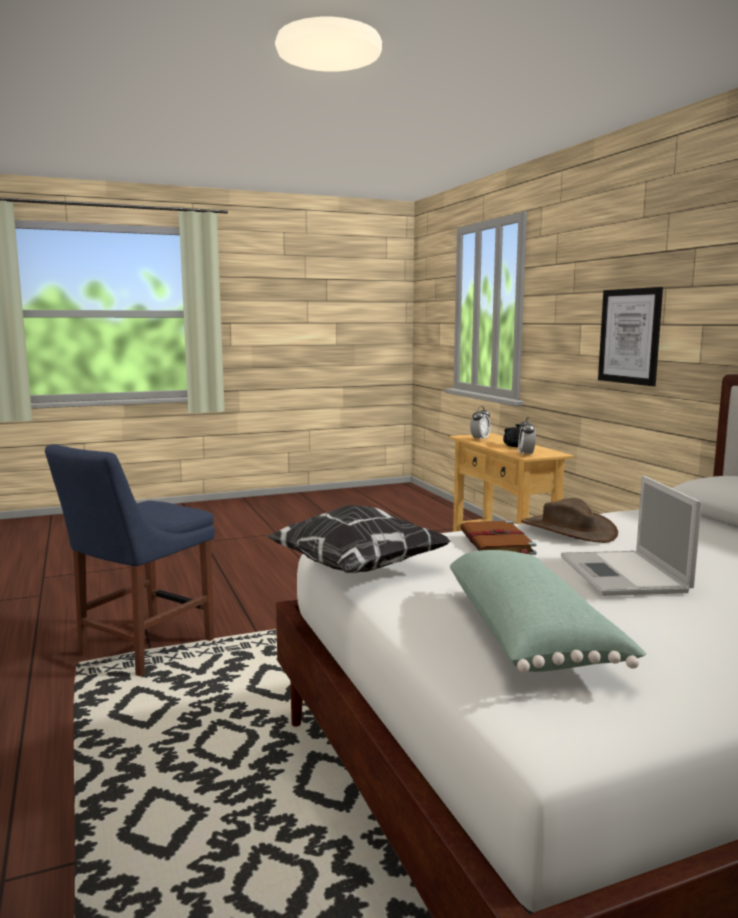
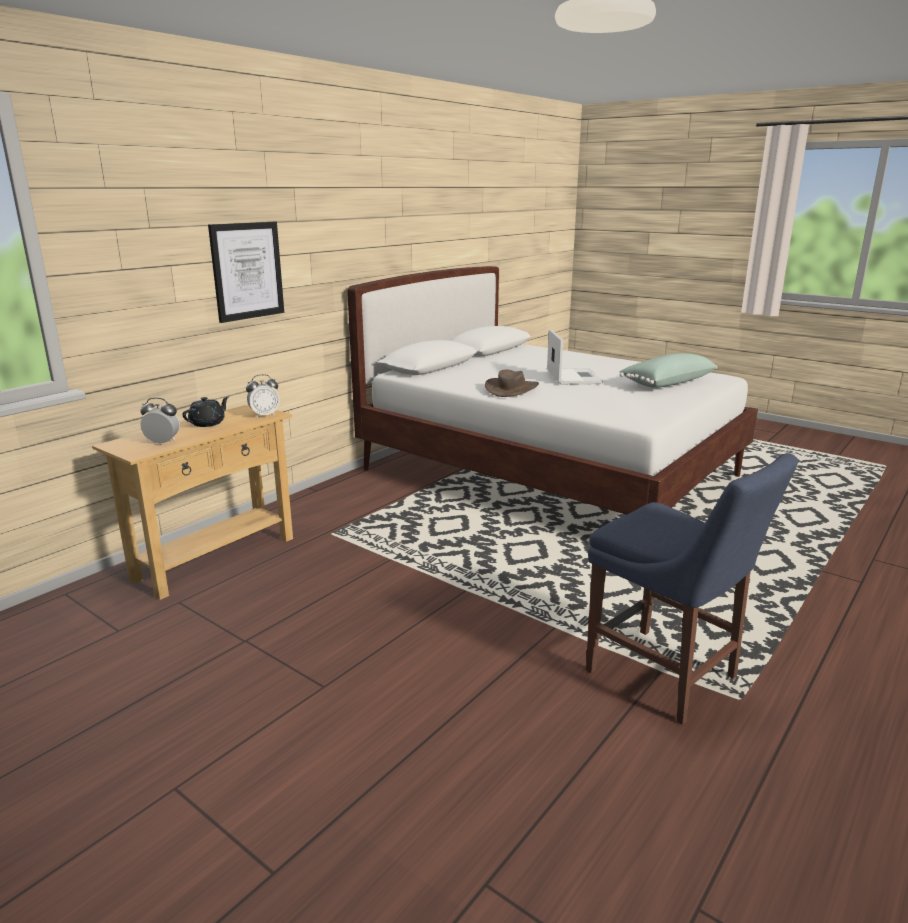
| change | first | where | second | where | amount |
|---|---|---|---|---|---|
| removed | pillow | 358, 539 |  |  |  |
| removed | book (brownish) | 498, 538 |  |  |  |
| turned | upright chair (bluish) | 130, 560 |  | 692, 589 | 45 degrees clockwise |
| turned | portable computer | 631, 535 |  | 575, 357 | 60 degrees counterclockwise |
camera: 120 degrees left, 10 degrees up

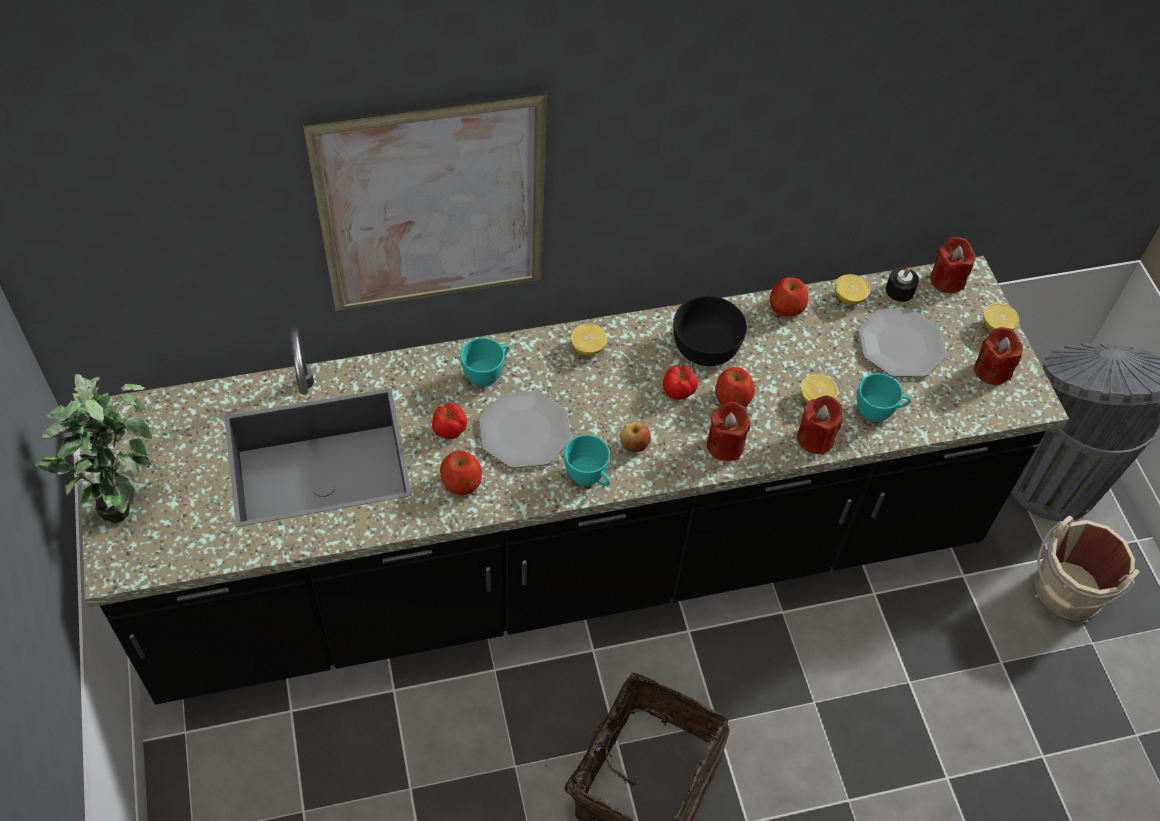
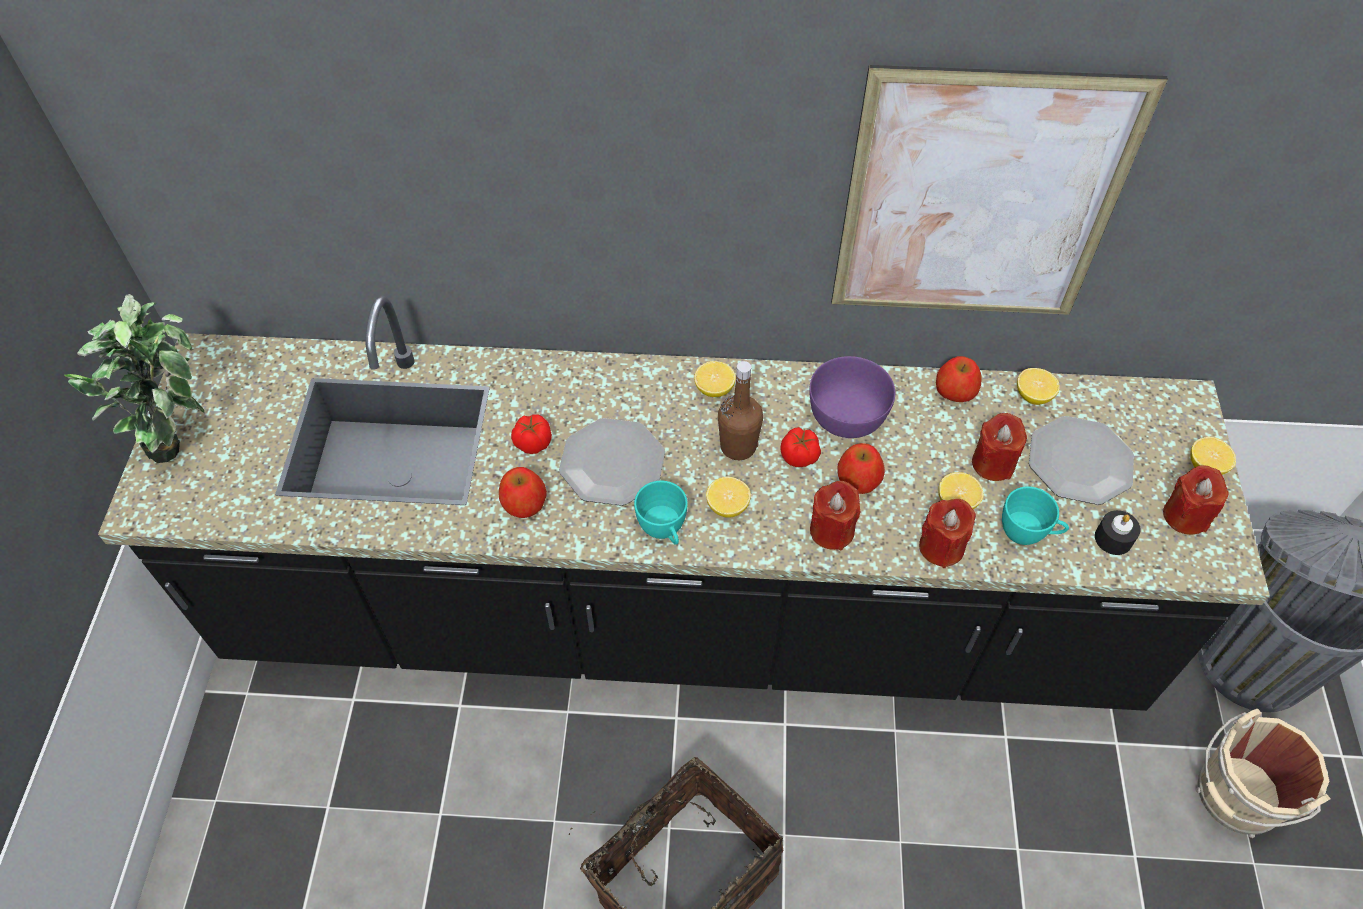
| change | first | where | second | where | amount |
|---|---|---|---|---|---|
| removed | cup (turquoise-coloured) | 484, 362 |  |  |  |
| added |  |  | beverage bottle (brownish) | 740, 410 |  |
| moved | wall picture | 425, 201 |  | 999, 190 |  |
| moved | wax candle (blackish) | 902, 284 |  | 1118, 532 |  |
| moved | wax candle (red) | 952, 265 |  | 999, 447 |  |
| replaced | apple | 635, 437 | lemon | 728, 497 |  |
| recoloured | deep dish (blackish) | 710, 331 | deep dish (purple) | 852, 397 |  |
camera: 20 degrees right, 0 degrees up

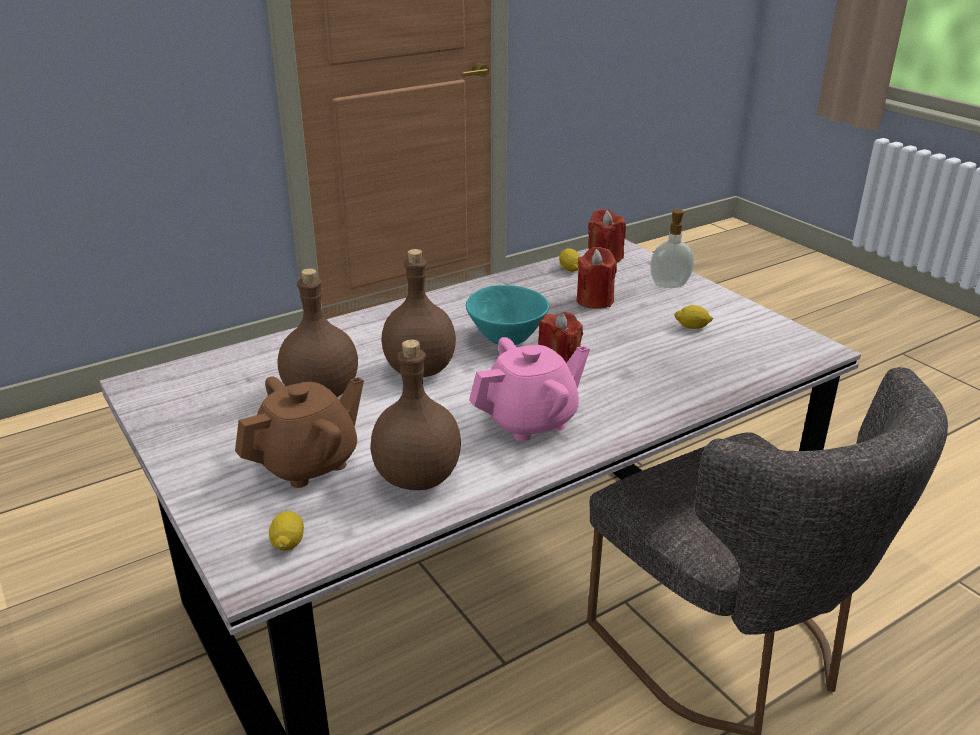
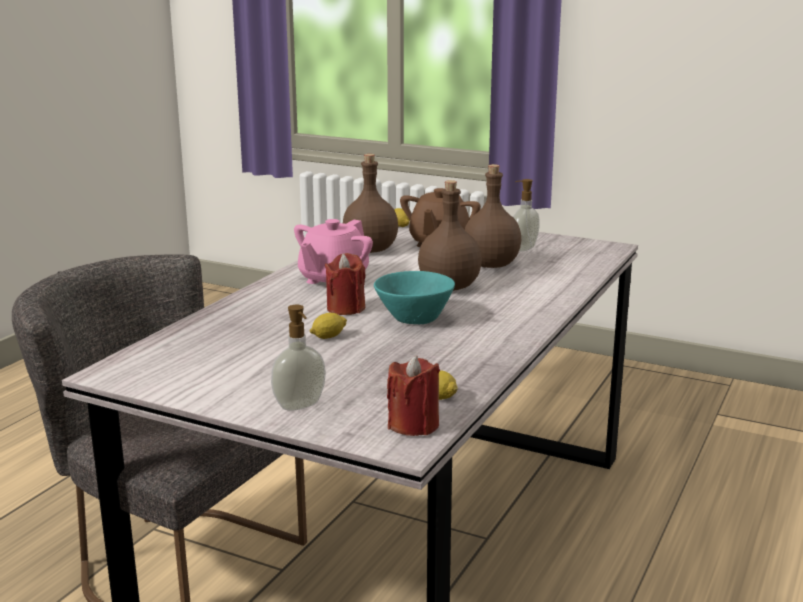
| change | first | where | second | where | amount |
|---|---|---|---|---|---|
| removed | wax candle (red) | 597, 278 |  |  |  |
| added |  |  | liquid soap bottle | 526, 215 |  |
| moved | lemon | 693, 317 |  | 328, 326 |  |
camera: 150 degrees right, 10 degrees down

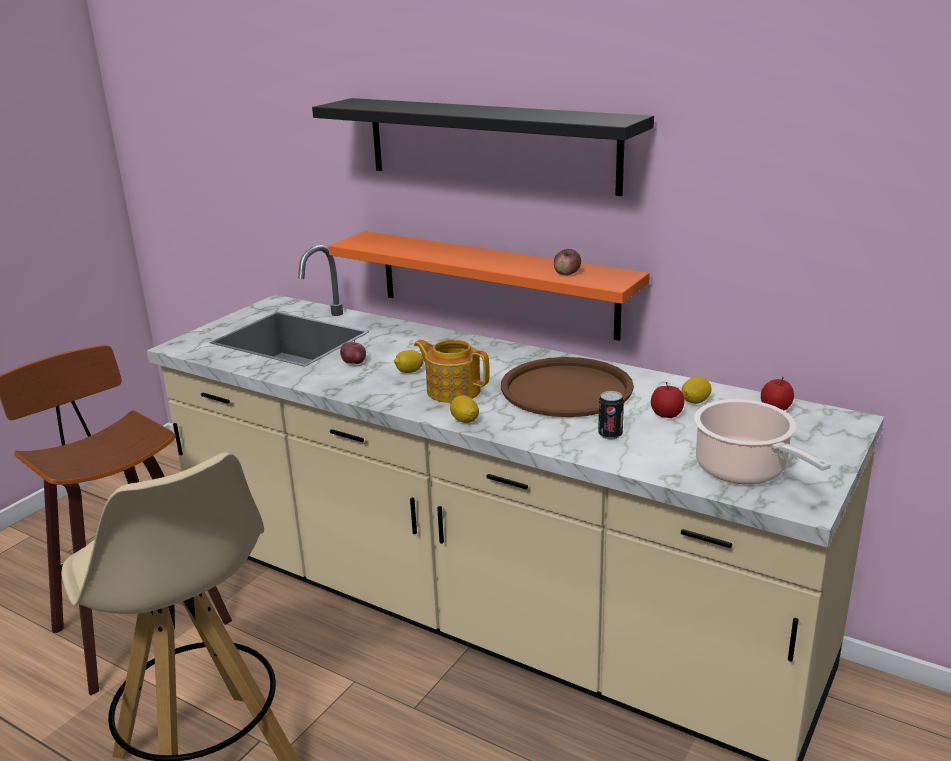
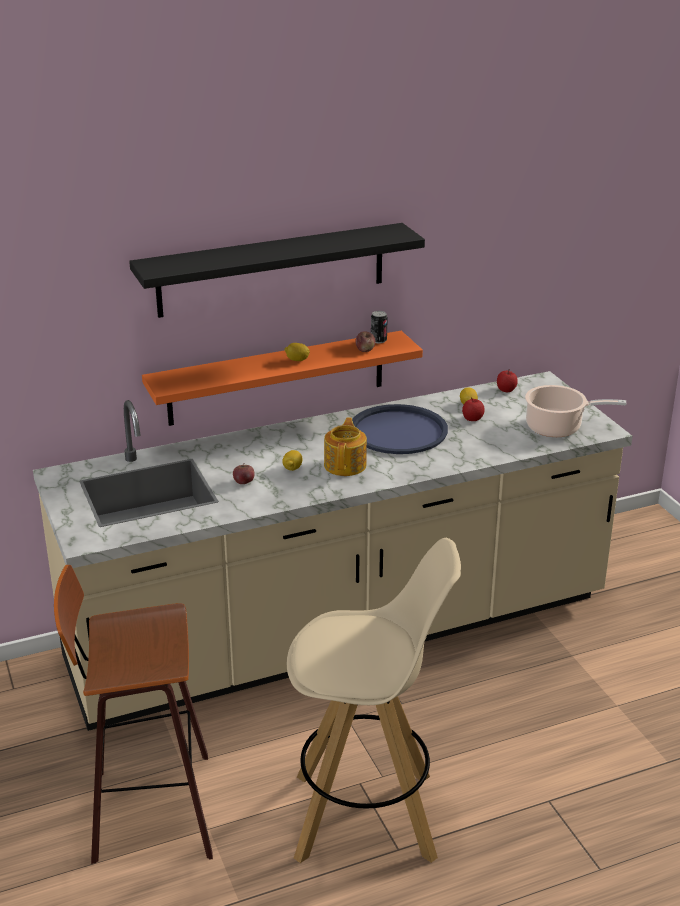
| change | first | where | second | where | amount |
|---|---|---|---|---|---|
| moved | lemon | 464, 409 |  | 297, 352 |  |
| moved | sealed can | 611, 415 |  | 379, 327 |  |
| recoloured | tray (brownish) | 567, 387 | tray (bluish) | 400, 429 |  |
| turned | tea pot | 452, 371 |  | 345, 446 | 120 degrees clockwise |
camera: 55 degrees left, 5 degrees up

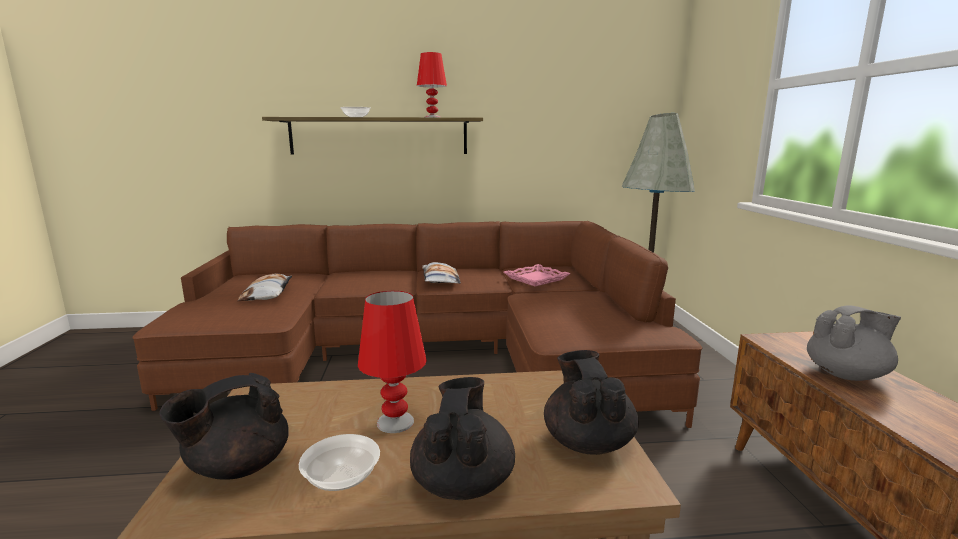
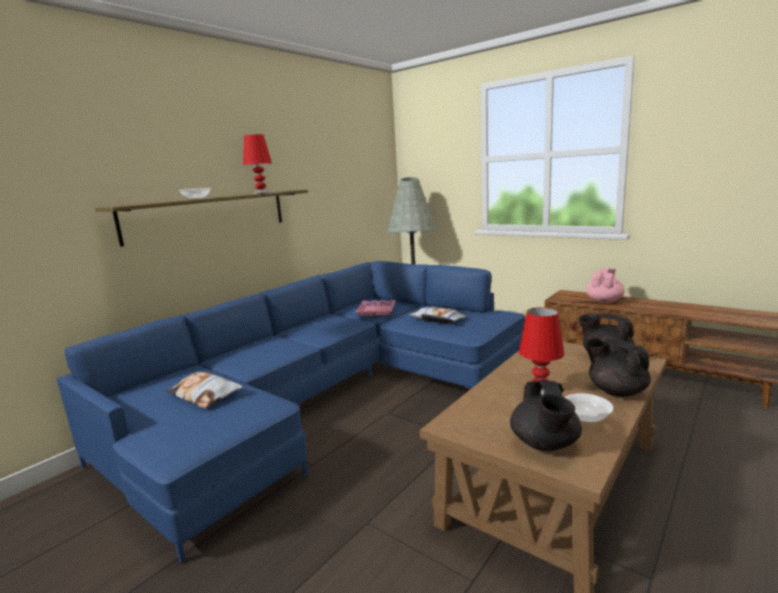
| change | first | where | second | where | amount |
|---|---|---|---|---|---|
| moved | pillow | 442, 273 |  | 438, 315 |  |
| recoloured | sofa (brownish) | 417, 324 | sofa (bluish) | 291, 412 |  |
| recoloured | tea pot (gray) | 854, 343 | tea pot (pinkish) | 605, 285 |  |
camera: 45 degrees left, 0 degrees up

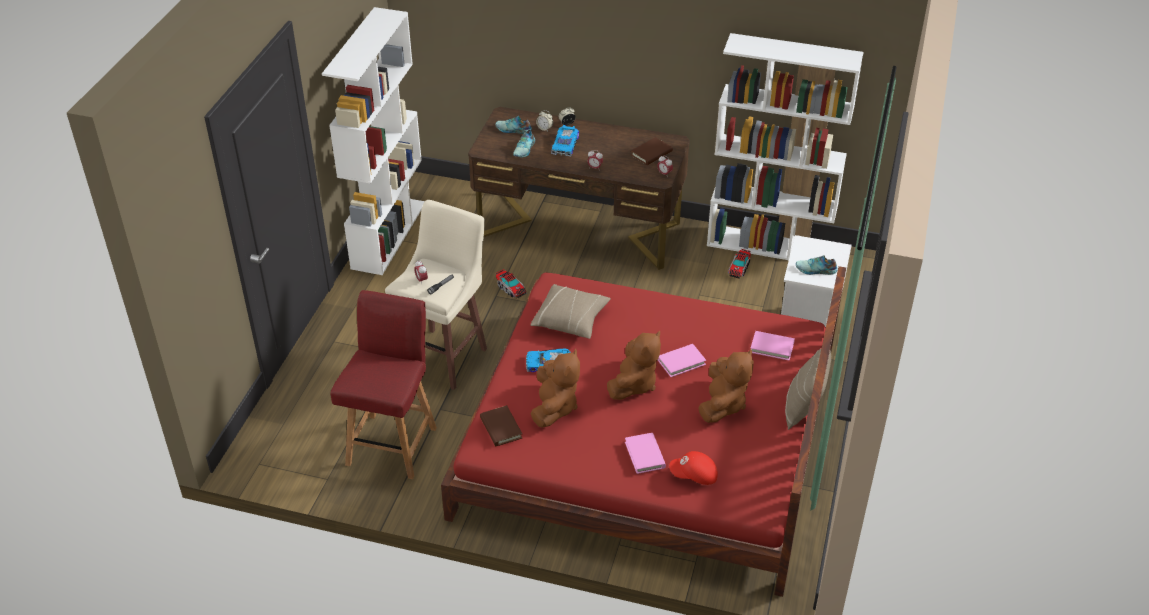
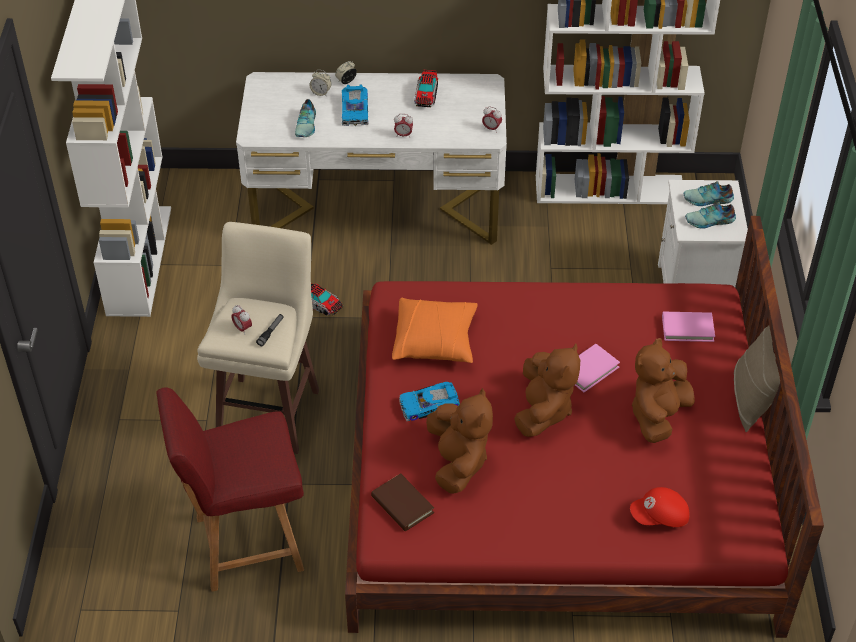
| change | first | where | second | where | amount |
|---|---|---|---|---|---|
| removed | book (pinkish) | 645, 453 |  |  |  |
| removed | book (brownish) | 652, 151 |  |  |  |
| moved | low shoe | 513, 125 |  | 709, 193 |  |
| moved | toy lorry | 739, 264 |  | 426, 88 |  |
| recoloured | desk (brownish) | 579, 188 | desk (whitish) | 371, 158 |  |
| recoloured | pillow (beige) | 571, 311 | pillow (orange) | 435, 330 |  |
| turned | upright chair (red) | 383, 384 |  | 230, 489 | 105 degrees counterclockwise |
| turned | soft toy (brownish) | 726, 386 |  | 663, 390 | 150 degrees counterclockwise |
camera: 15 degrees left, 5 degrees up

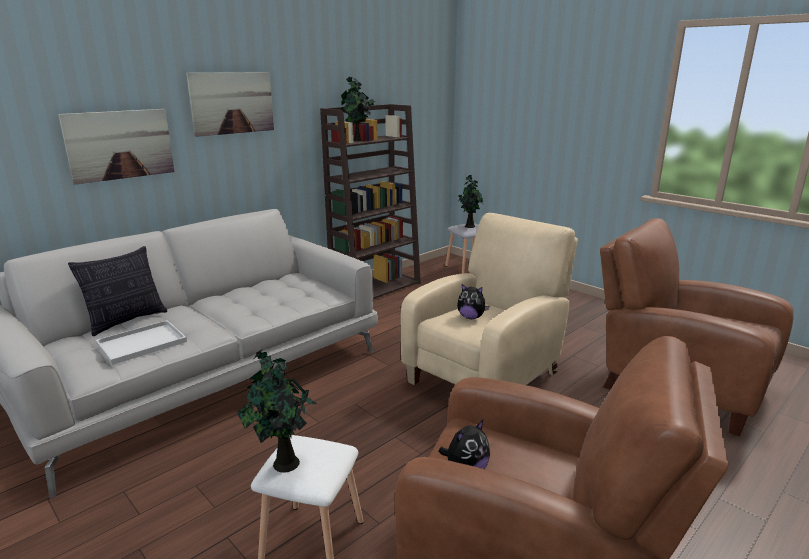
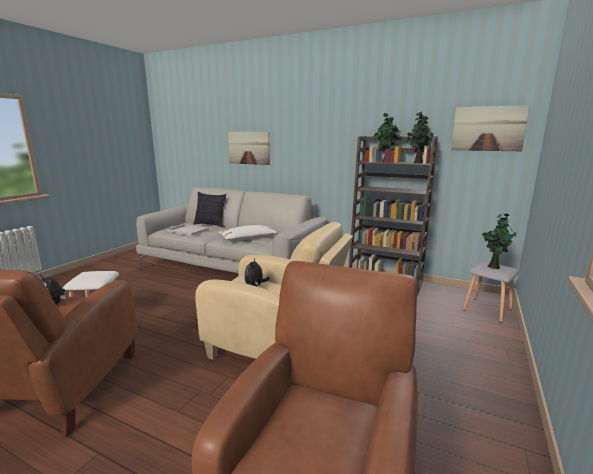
| change | first | where | second | where | amount |
|---|---|---|---|---|---|
| added |  |  | pillow (whitish) | 248, 233 |  |
| moved | wall picture | 230, 104 |  | 490, 128 |  |
| moved | potted plant | 277, 410 |  | 420, 138 |  |
camera: 70 degrees right, 5 degrees down

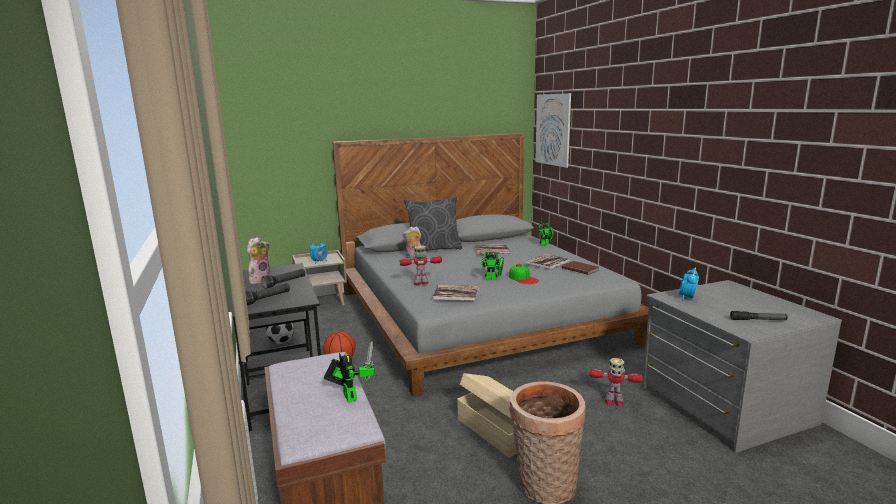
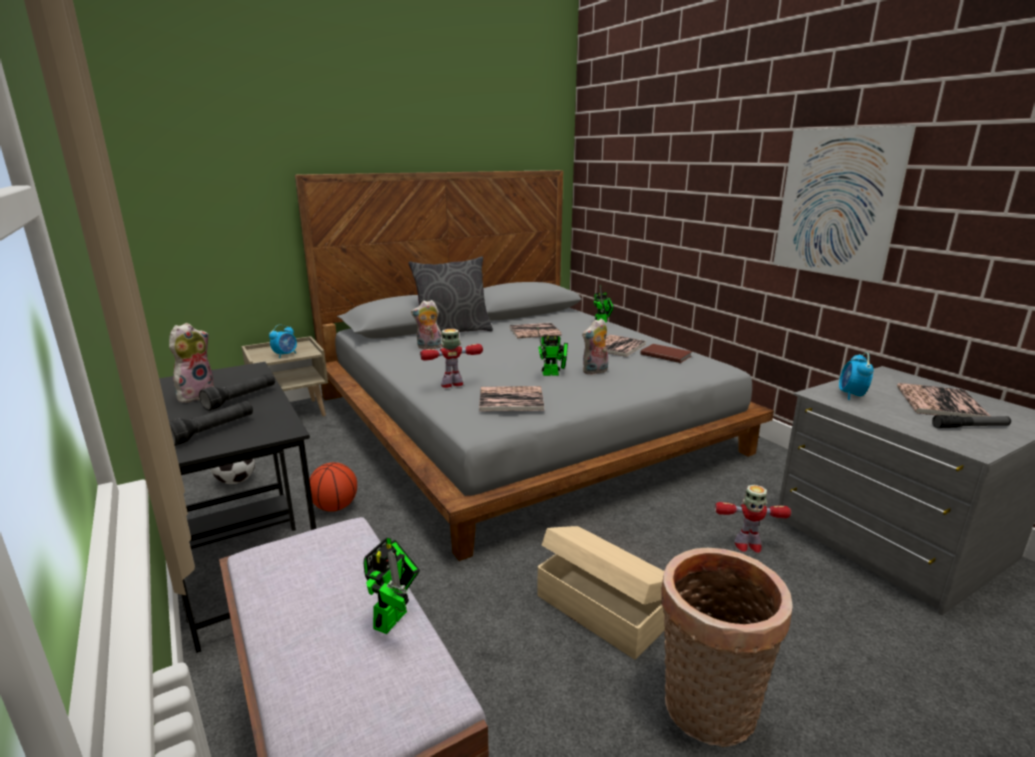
| change | first | where | second | where | amount |
|---|---|---|---|---|---|
| added |  |  | book | 944, 400 |  |
| moved | wall picture | 553, 130 |  | 844, 204 |  |
| replaced | peaked cap | 524, 274 | soft toy | 595, 346 |  |
| turned | model robot | 349, 371 |  | 391, 586 | 60 degrees clockwise |
camera: 10 degrees left, 5 degrees up

